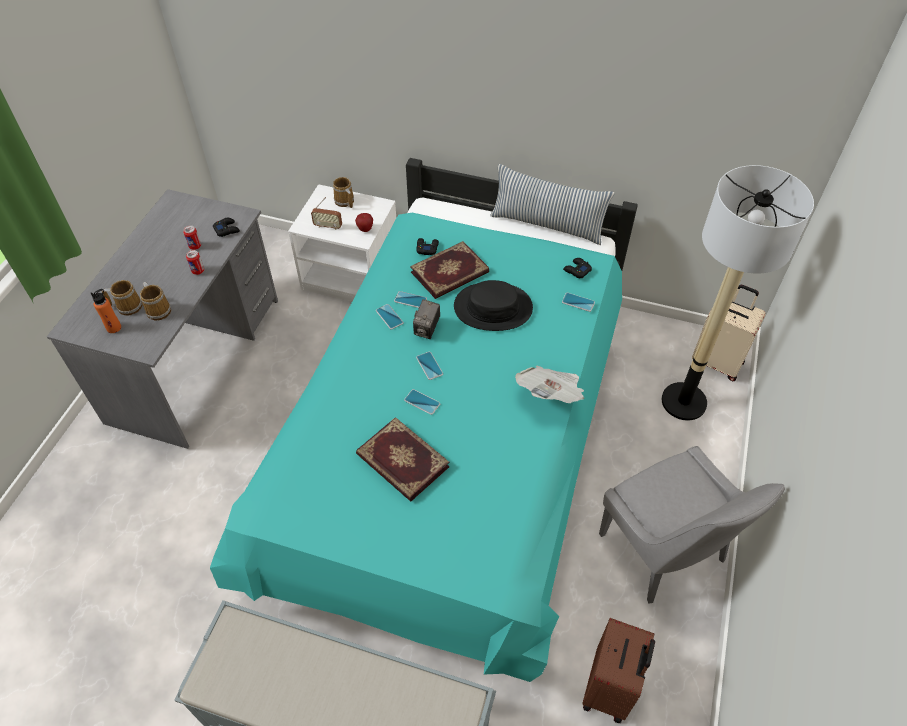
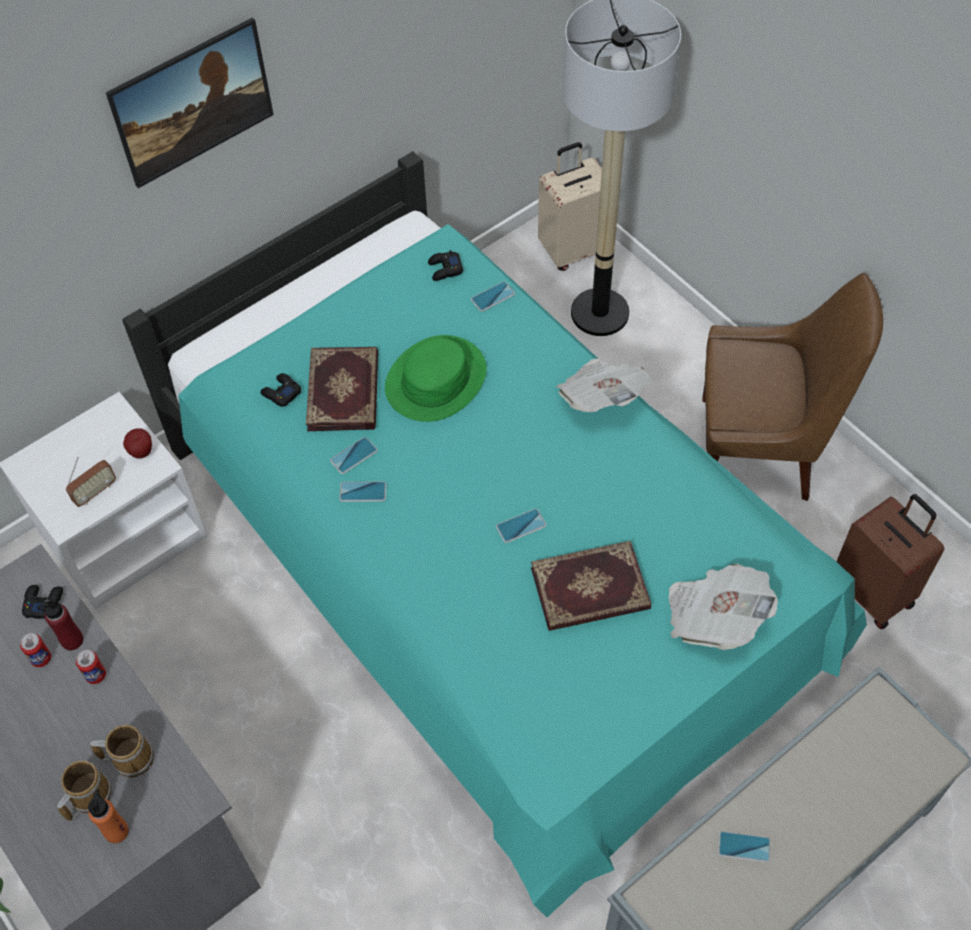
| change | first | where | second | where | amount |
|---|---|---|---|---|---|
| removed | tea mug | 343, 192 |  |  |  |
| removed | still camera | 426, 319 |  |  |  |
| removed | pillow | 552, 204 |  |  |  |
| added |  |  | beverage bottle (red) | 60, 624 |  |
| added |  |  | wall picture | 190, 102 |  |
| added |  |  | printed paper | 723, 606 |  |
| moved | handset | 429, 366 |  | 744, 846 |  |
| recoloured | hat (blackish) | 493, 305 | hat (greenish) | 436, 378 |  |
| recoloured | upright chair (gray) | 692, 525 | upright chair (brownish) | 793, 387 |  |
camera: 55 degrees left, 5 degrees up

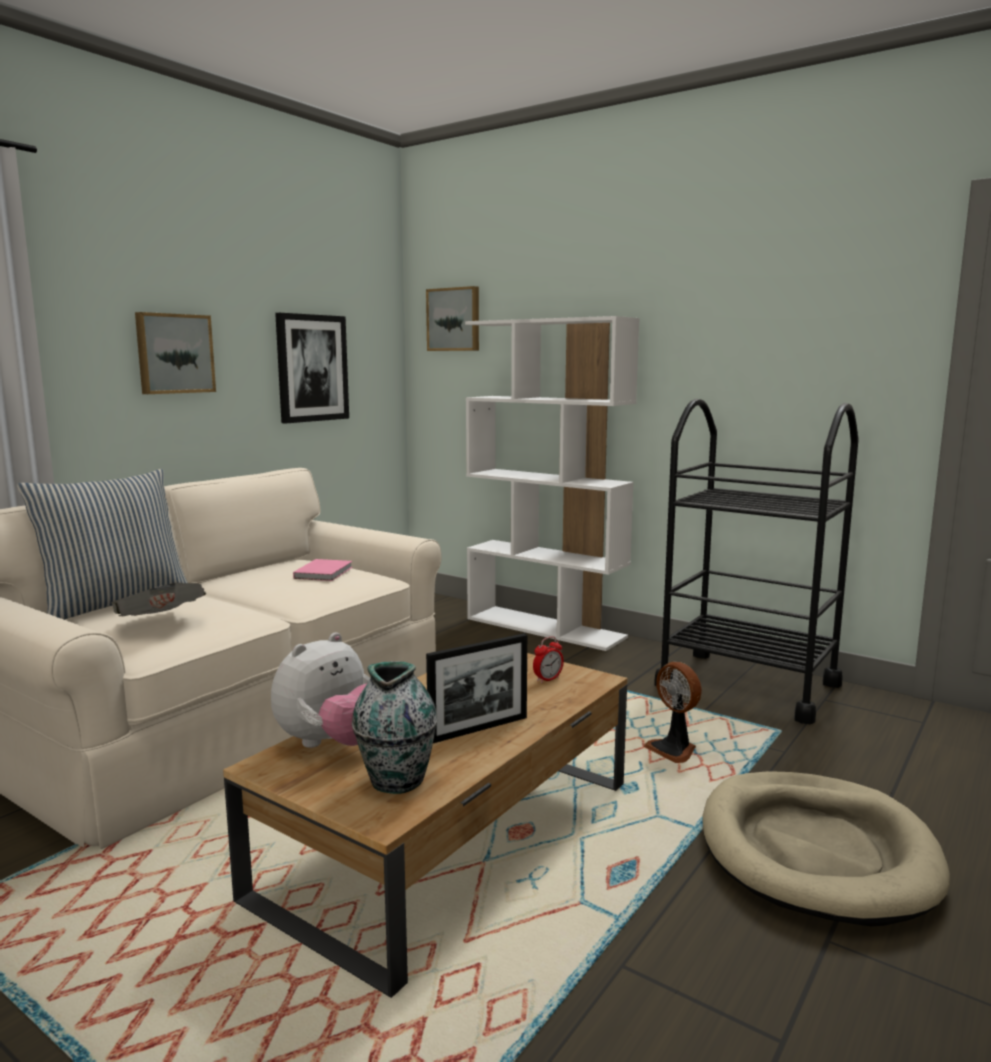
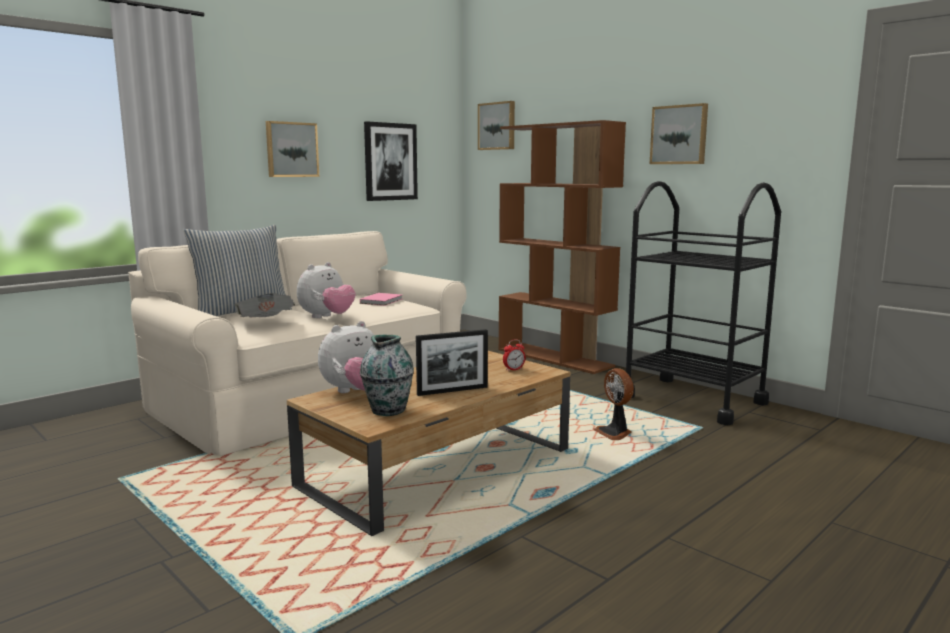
| change | first | where | second | where | amount |
|---|---|---|---|---|---|
| removed | dog cushion (beige) | 826, 848 |  |  |  |
| added |  |  | soft toy | 326, 290 |  |
| added |  |  | wall picture | 679, 133 |  |
| recoloured | bookcase (whitish) | 552, 483 | bookcase (brownish) | 562, 247 |  |
camera: 10 degrees right, 0 degrees up

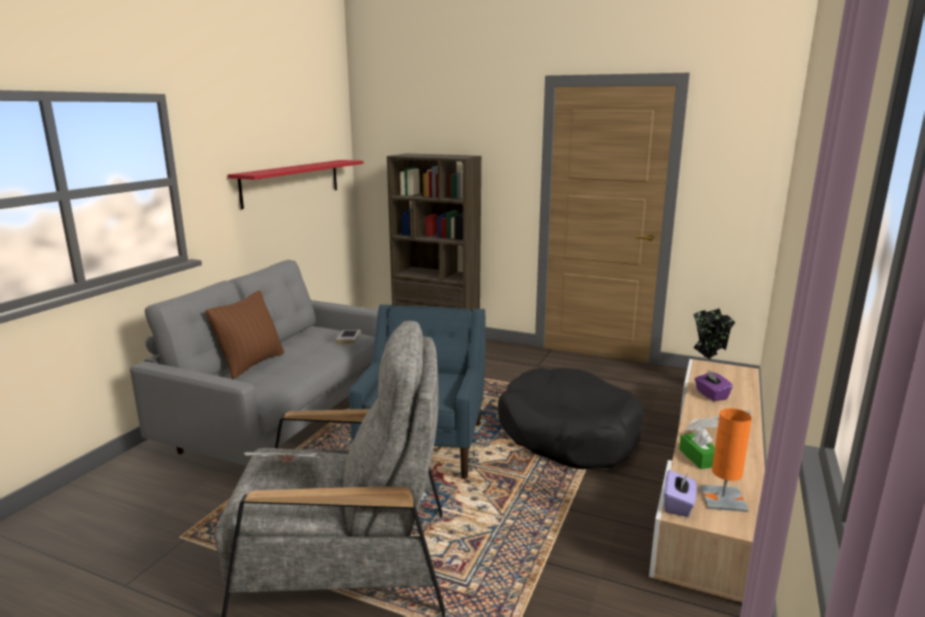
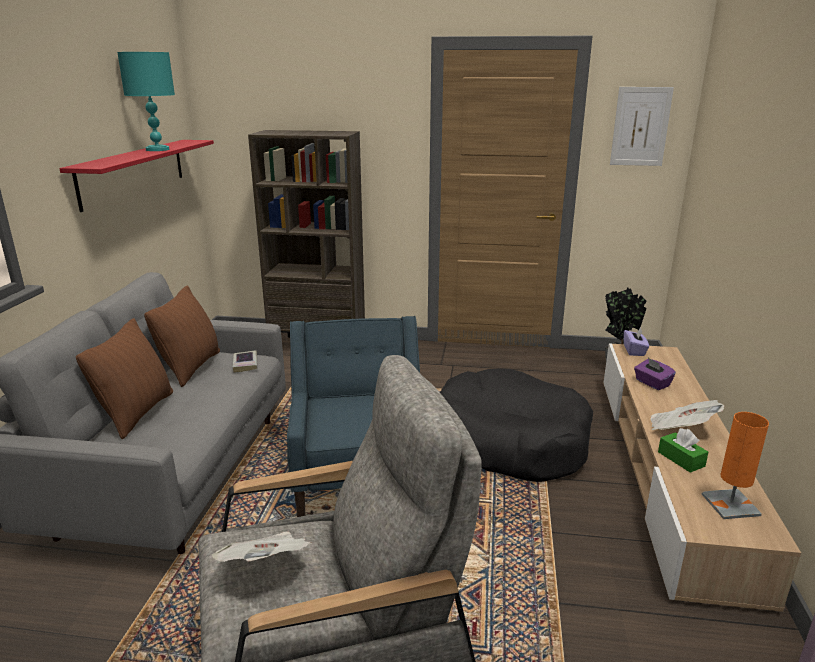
| change | first | where | second | where | amount |
|---|---|---|---|---|---|
| added |  |  | table lamp (turquoise-coloured) | 146, 101 |  |
| added |  |  | pillow (brownish) | 182, 336 |  |
| added |  |  | wall picture | 642, 126 |  |
| moved | box of tissues (purple) | 680, 493 |  | 636, 342 |  |
camera: 15 degrees left, 5 degrees up

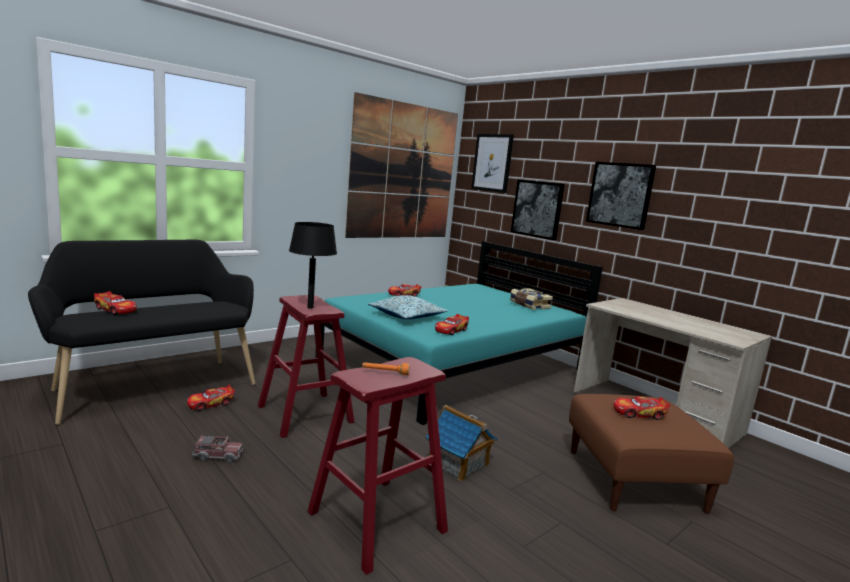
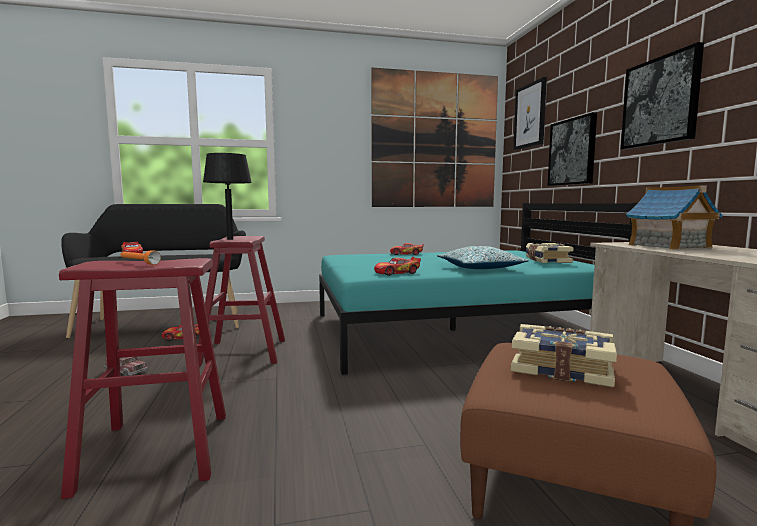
| change | first | where | second | where | amount |
|---|---|---|---|---|---|
| moved | pillow | 408, 307 |  | 483, 257 |  |
| moved | toy house | 461, 443 |  | 674, 217 |  |
| replaced | toy car | 642, 408 | book | 564, 355 |  |
camera: 30 degrees right, 5 degrees down

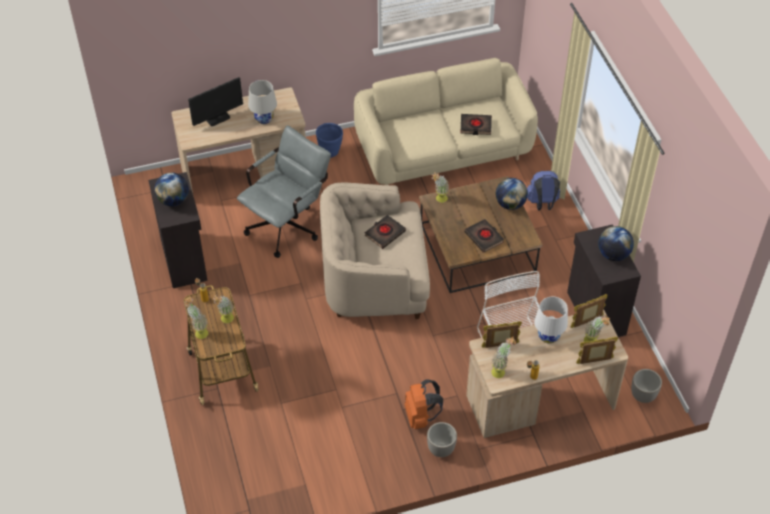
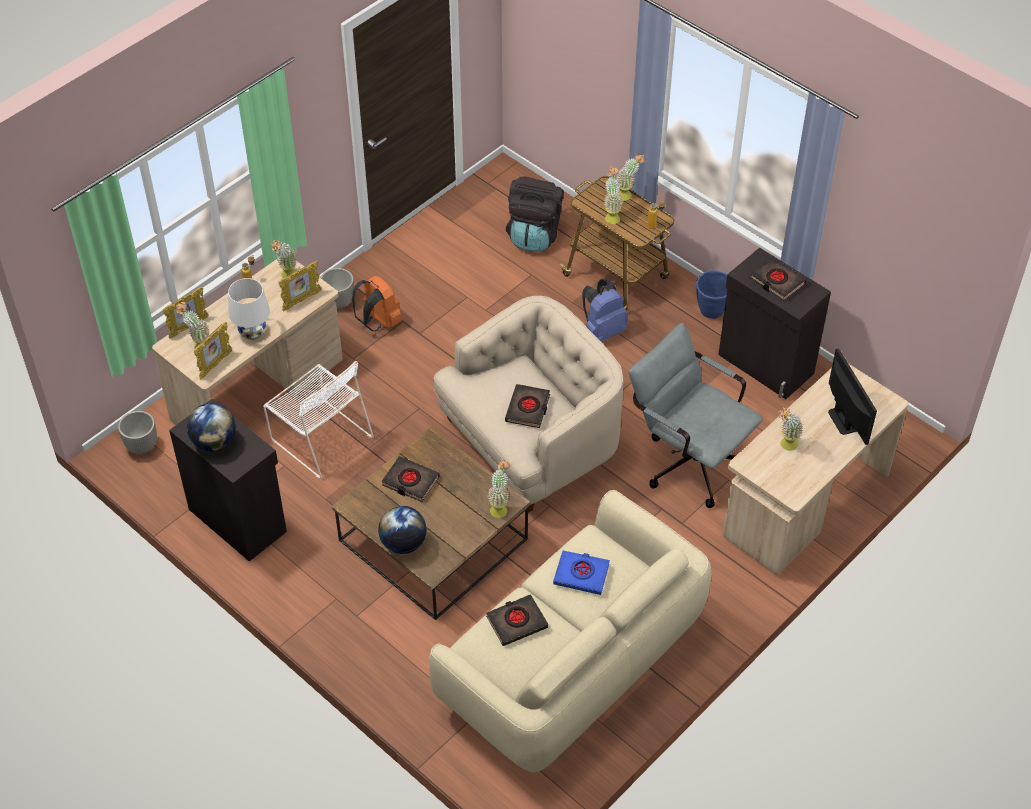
| change | first | where | second | where | amount |
|---|---|---|---|---|---|
| added |  |  | knapsack (blackish) | 535, 214 |  |
| added |  |  | book (bluish) | 581, 573 |  |
| moved | plant pot (bluish) | 329, 140 |  | 711, 294 |  |
| moved | knapsack (bluish) | 543, 191 |  | 605, 310 |  |
| replaced | globe | 172, 189 | book (blackish) | 778, 279 |  |
| replaced | table lamp (whitish) | 262, 102 | potted plant | 791, 429 |  |
| turned | computer screen | 215, 101 |  | 852, 396 | 135 degrees clockwise |
| turned | desk chair (gray) | 284, 192 |  | 696, 415 | 120 degrees clockwise |
camera: 150 degrees right, 0 degrees up

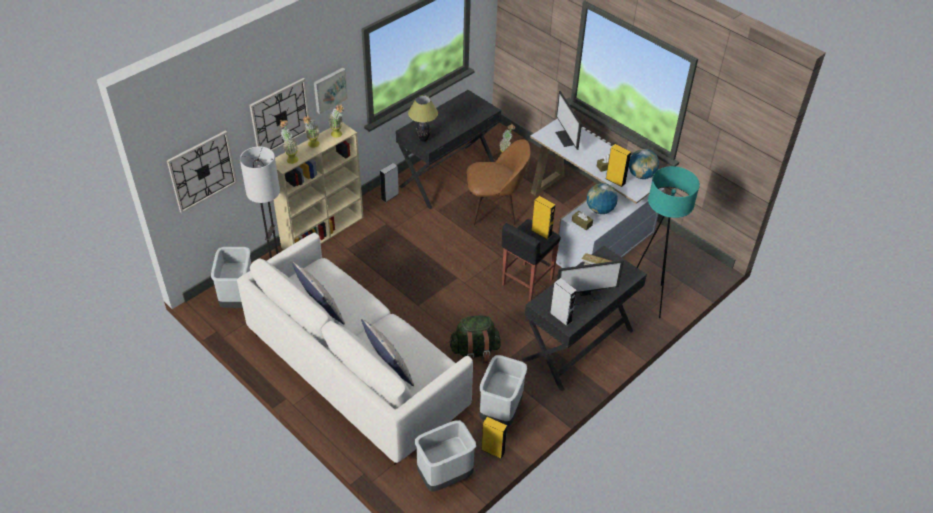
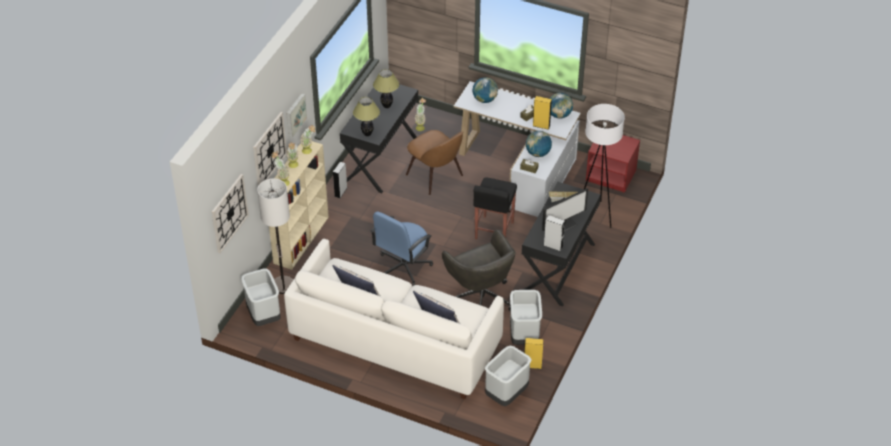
| change | first | where | second | where | amount |
|---|---|---|---|---|---|
| removed | speaker (yellow-coloured) | 543, 218 |  |  |  |
| added |  |  | desk chair (bluish) | 402, 248 |  |
| added |  |  | table lamp | 386, 88 |  |
| added |  |  | night table (red) | 613, 164 |  |
| replaced | knapsack (greenish) | 475, 340 | desk chair (gray) | 479, 271 |  |
| replaced | computer screen | 568, 120 | globe | 485, 90 |  |
| recoloured | standard lamp (turquoise-coloured) | 668, 242 | standard lamp (whitish) | 604, 166 |  |
| turned | upright chair (brownish) | 499, 182 |  | 434, 162 | 75 degrees clockwise |
camera: 20 degrees left, 0 degrees up

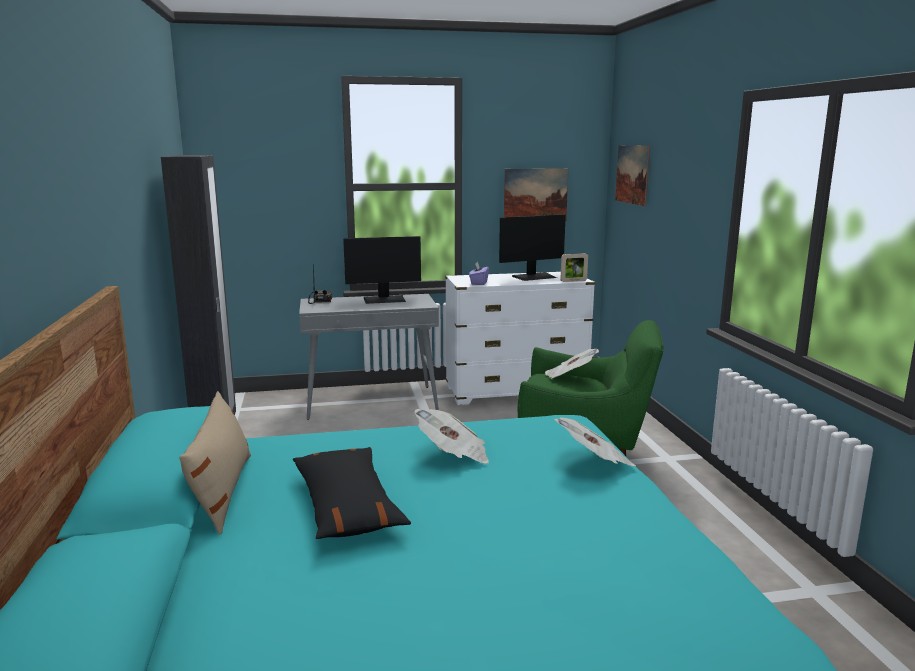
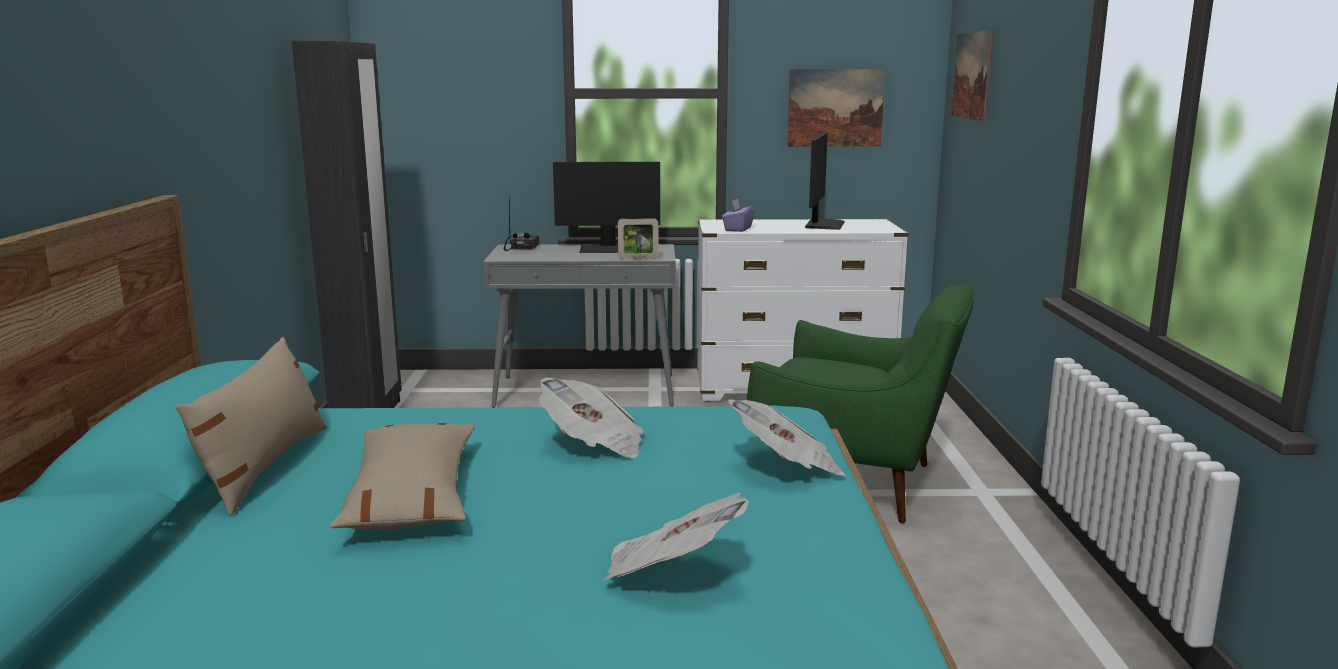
| change | first | where | second | where | amount |
|---|---|---|---|---|---|
| moved | printed paper | 572, 364 |  | 676, 536 |  |
| moved | picture frame | 574, 267 |  | 638, 239 |  |
| recoloured | pillow (blackish) | 352, 493 | pillow (beige) | 402, 476 |  |
| turned | computer screen | 532, 247 |  | 825, 181 | 60 degrees counterclockwise |
camera: 10 degrees right, 0 degrees up

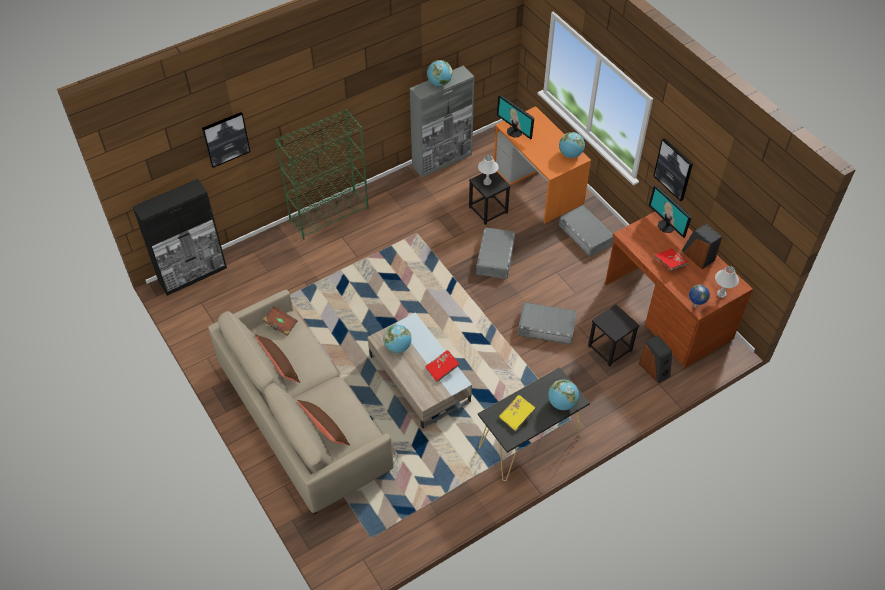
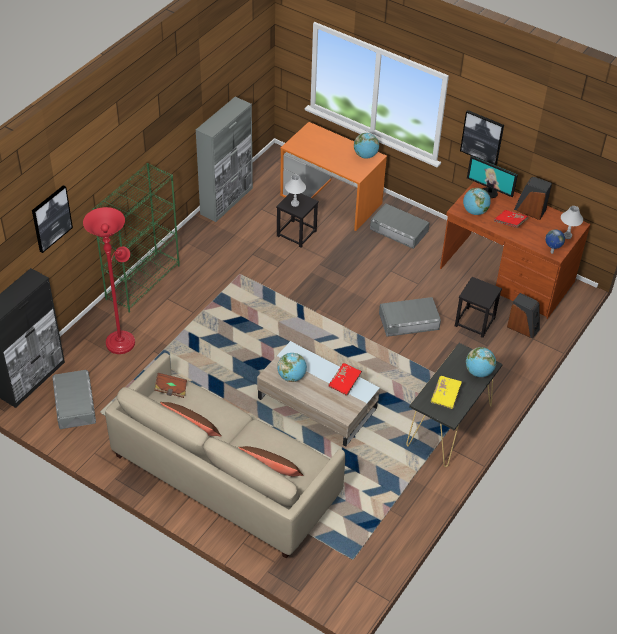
| change | first | where | second | where | amount |
|---|---|---|---|---|---|
| removed | computer screen | 515, 117 |  |  |  |
| added |  |  | standard lamp (red) | 109, 280 |  |
| moved | globe | 440, 73 |  | 477, 201 |  |
| moved | storage bin (gray) | 495, 253 |  | 74, 399 |  |
camera: 25 degrees left, 5 degrees down

